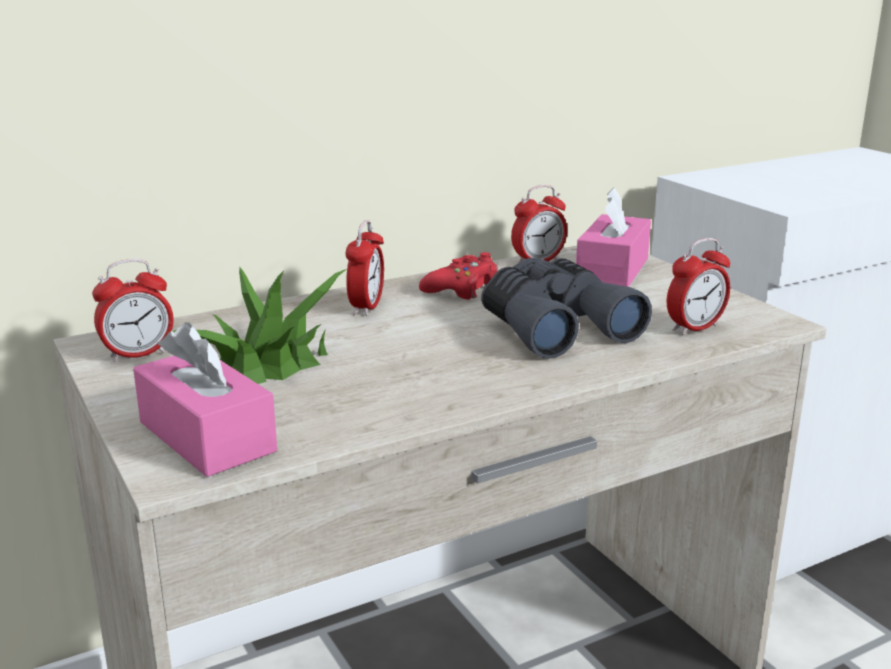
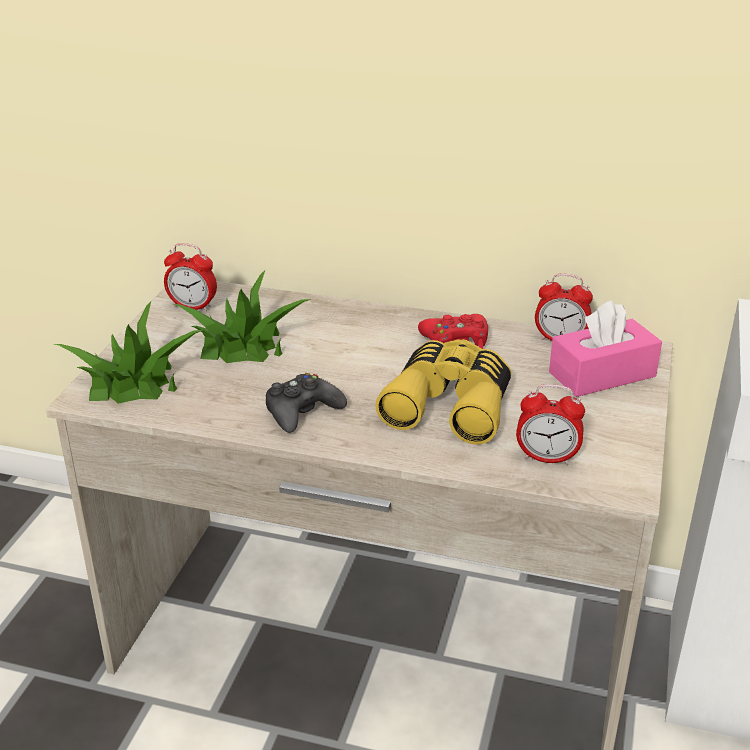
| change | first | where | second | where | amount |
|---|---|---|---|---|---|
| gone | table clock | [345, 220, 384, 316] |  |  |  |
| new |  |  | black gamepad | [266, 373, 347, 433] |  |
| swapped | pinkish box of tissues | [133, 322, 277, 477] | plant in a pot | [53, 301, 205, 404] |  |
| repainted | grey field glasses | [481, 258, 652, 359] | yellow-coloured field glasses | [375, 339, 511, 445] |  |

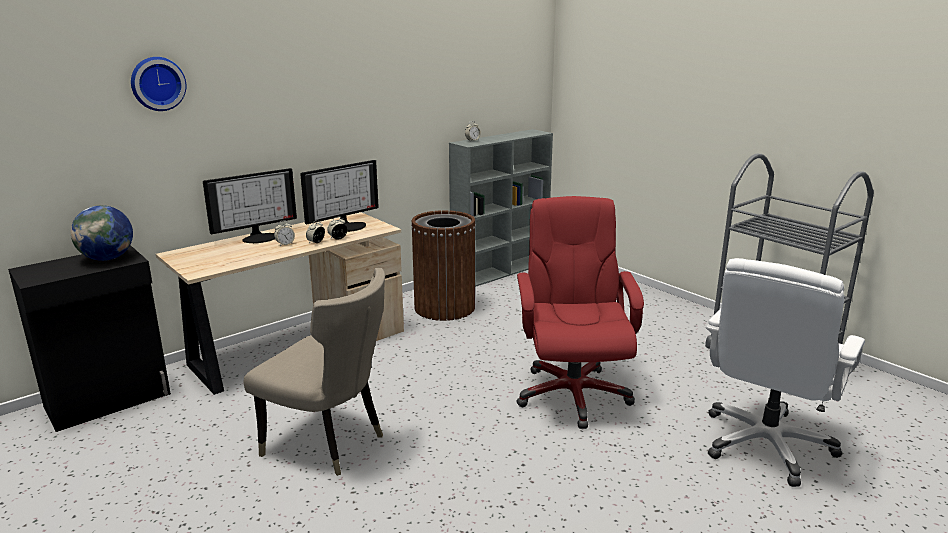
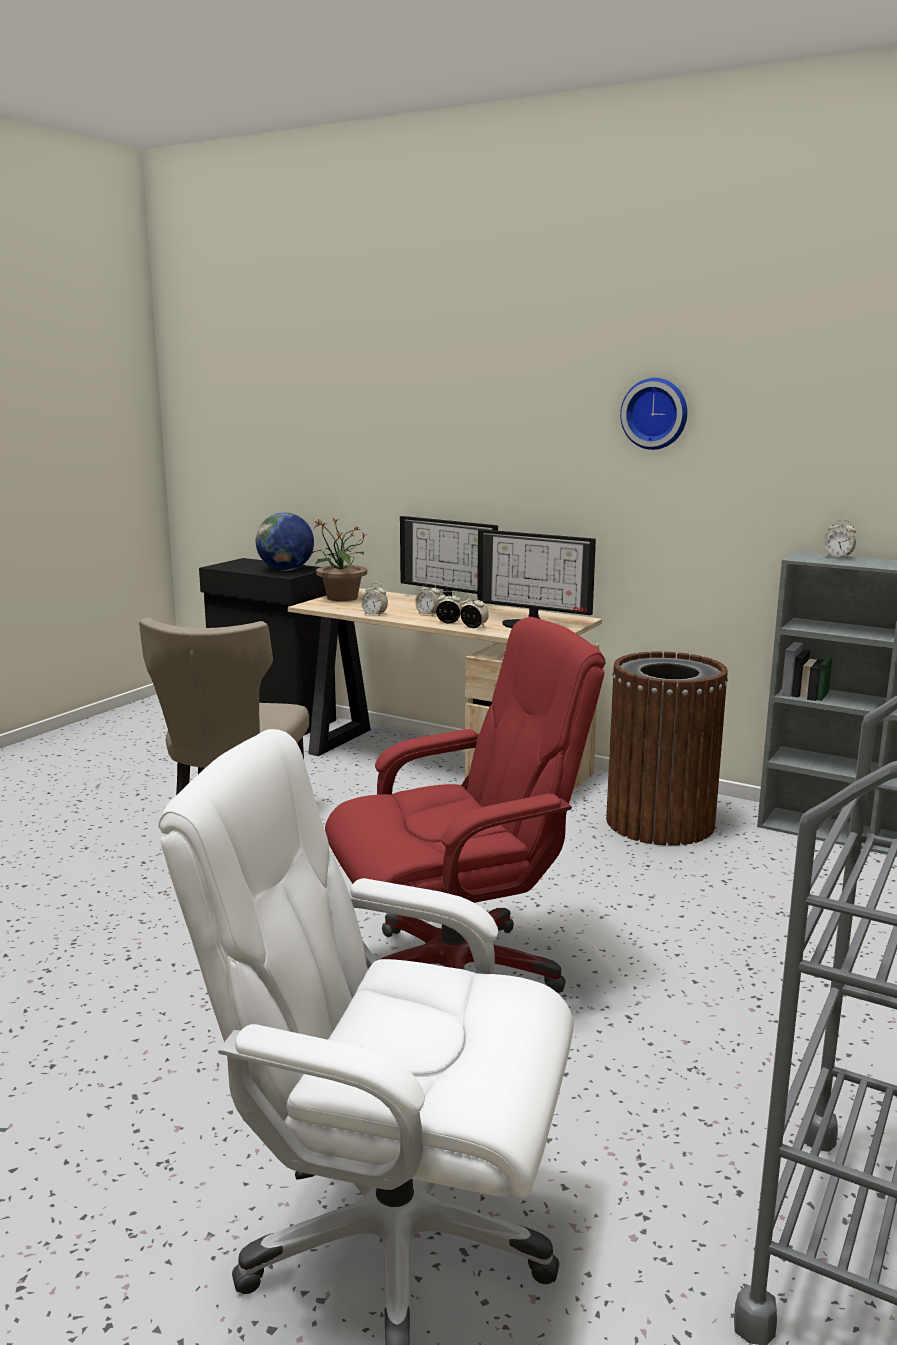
| change | first | where | second | where | amount |
|---|---|---|---|---|---|
| new |  |  | plant in a pot | [311, 518, 367, 601] |  |
| new |  |  | table clock | [361, 582, 388, 616] |  |
| shifted | wall clock | [131, 57, 186, 111] |  | [620, 378, 687, 450] |  |

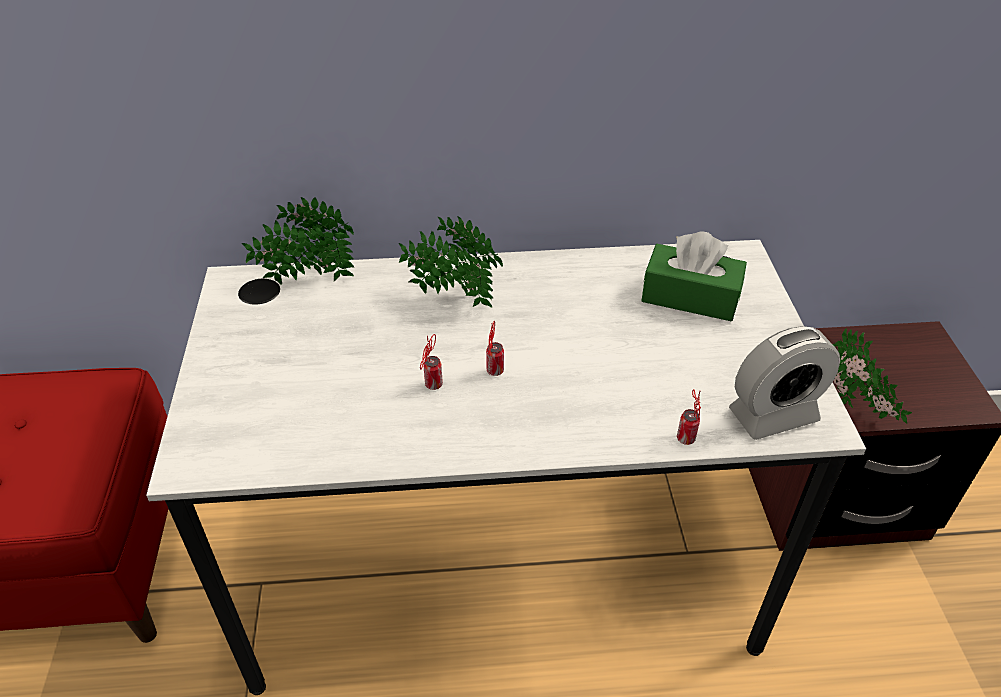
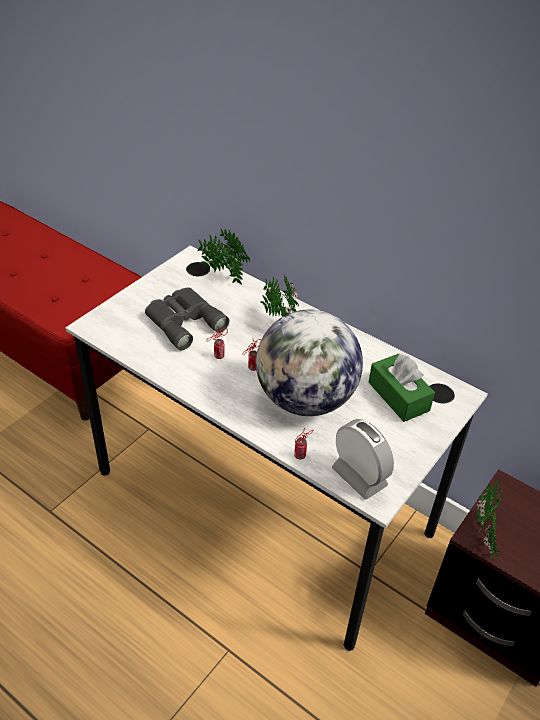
| change | first | where | second | where | amount |
|---|---|---|---|---|---|
| new |  |  | grey field glasses | [145, 288, 229, 350] |  |
| new |  |  | world globe | [256, 309, 363, 416] |  |
| rotated | table clock | [729, 326, 840, 440] |  | [332, 419, 394, 500] | 150 degrees counterclockwise |

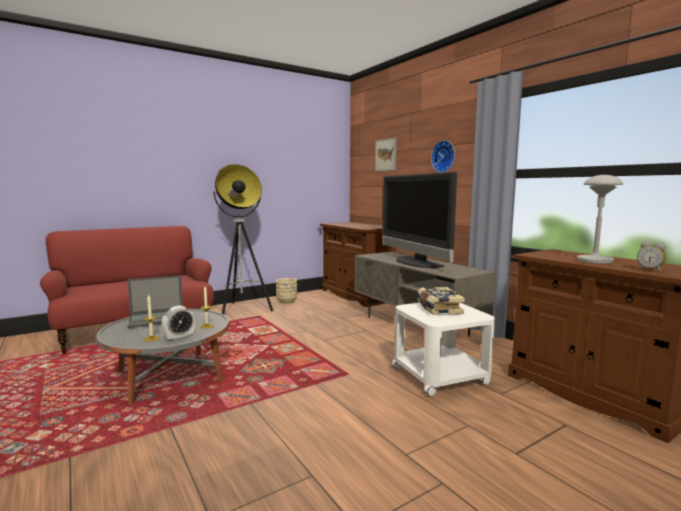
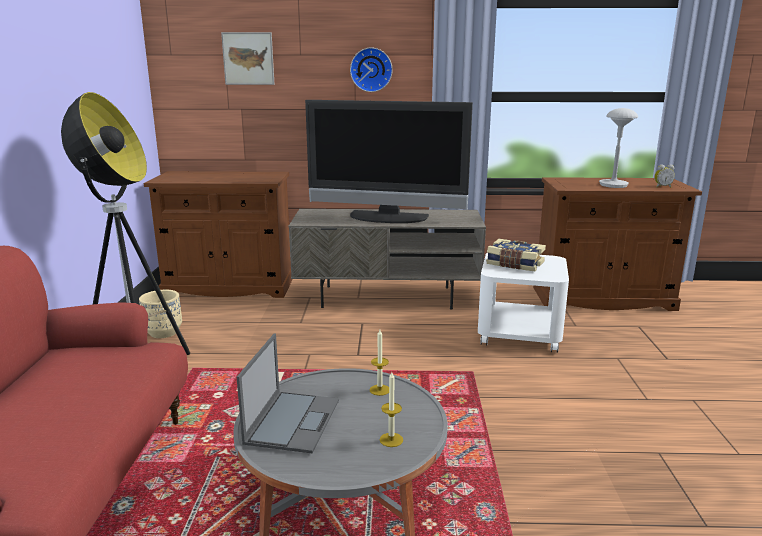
| change | first | where | second | where | amount |
|---|---|---|---|---|---|
| gone | table clock | [162, 306, 195, 342] |  |  |  |

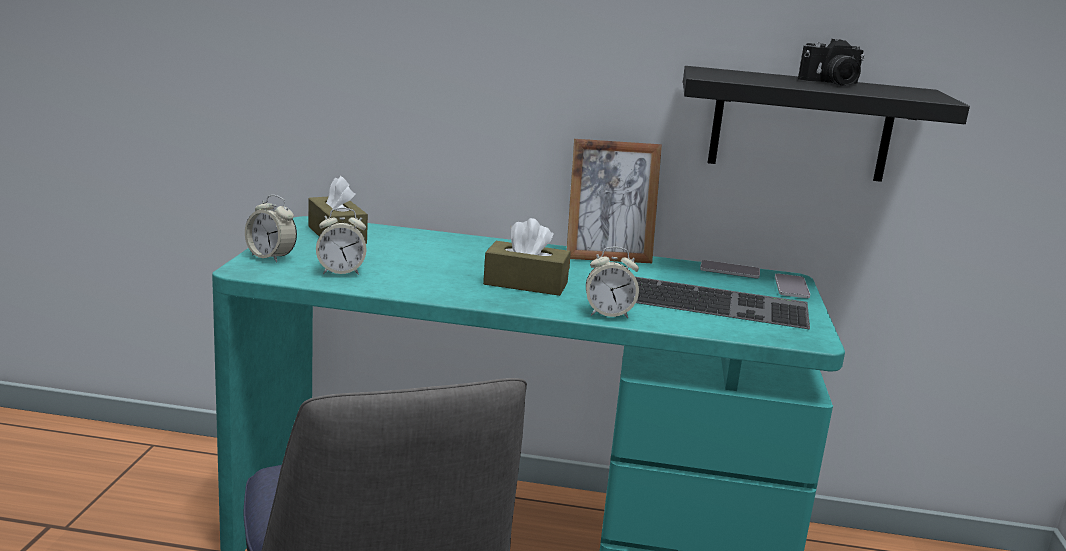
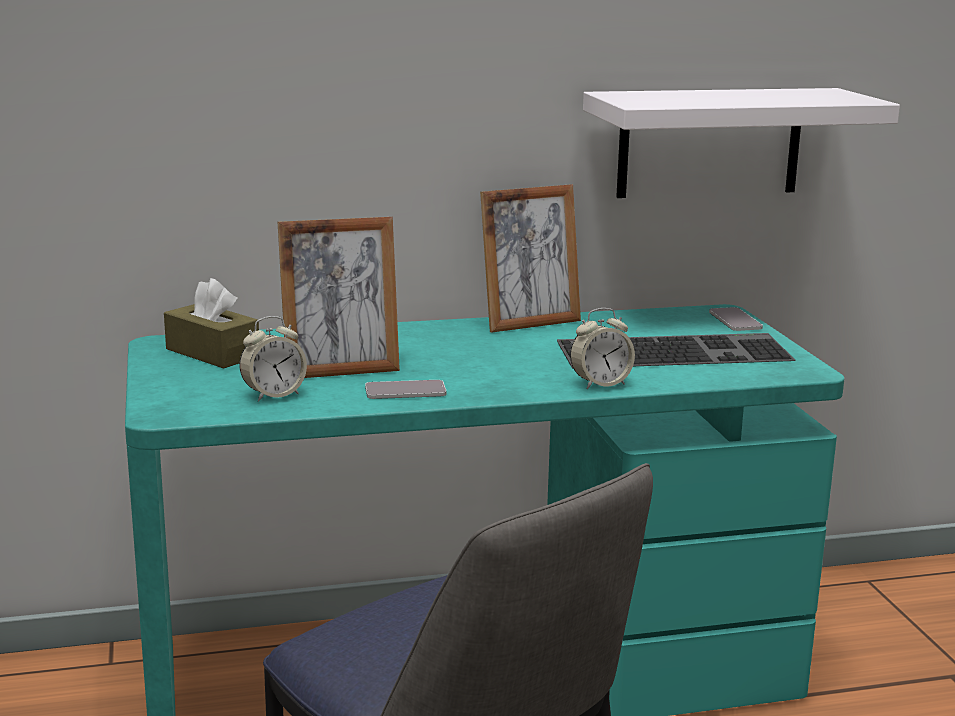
| change | first | where | second | where | amount |
|---|---|---|---|---|---|
| gone | table clock | [245, 195, 297, 262] |  |  |  |
| gone | brown-coloured box of tissues | [483, 218, 571, 296] |  |  |  |
| gone | photo camera | [798, 39, 864, 86] |  |  |  |
| new |  |  | standing frame | [278, 217, 400, 378] |  |
| shifted | handset | [700, 260, 760, 278] |  | [365, 380, 446, 399] |  |
| repainted | black bracket shelf | [683, 66, 970, 182] | whitish bracket shelf | [583, 88, 900, 198] |  |

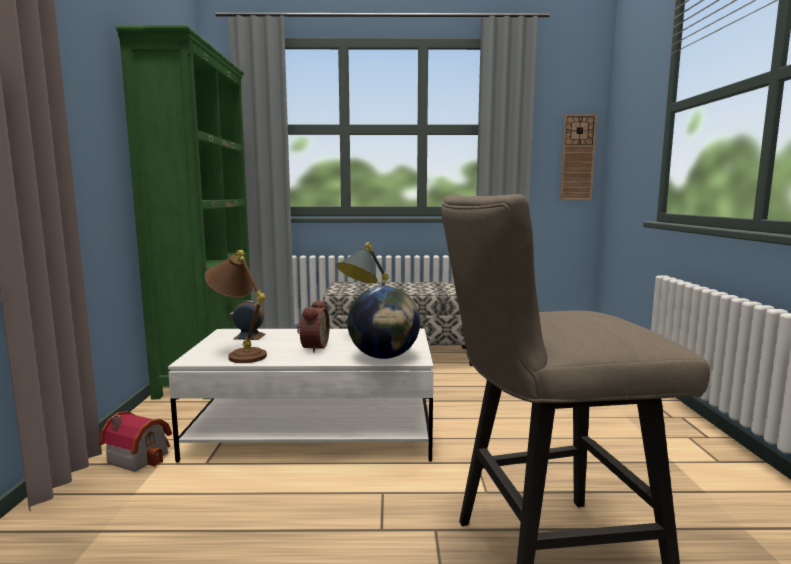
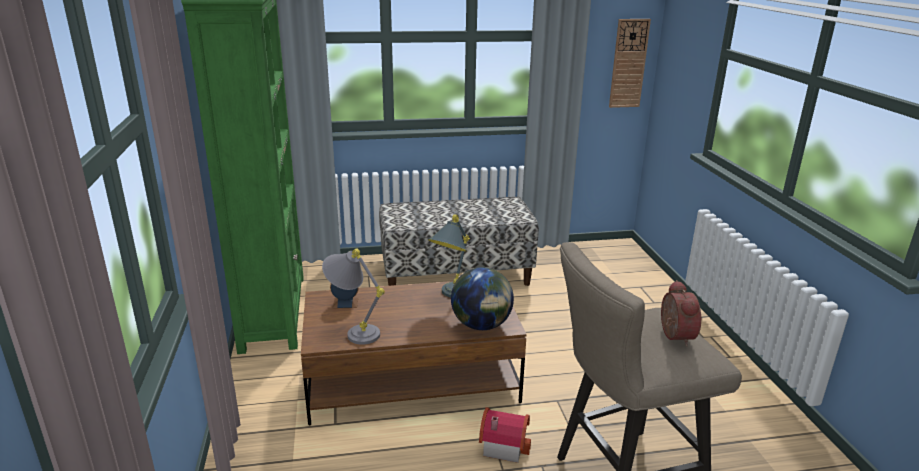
| change | first | where | second | where | amount |
|---|---|---|---|---|---|
| shifted | miniature house | [99, 411, 172, 472] |  | [479, 407, 531, 463] |  |
| shifted | table clock | [297, 300, 330, 353] |  | [661, 280, 701, 347] |  |
| repainted | whitish low table | [168, 329, 433, 463] | brown-coloured low table | [301, 281, 527, 425] |  |
| repainted | brown-coloured tabletop lamp | [205, 250, 267, 363] | grey tabletop lamp | [322, 248, 385, 345] |  |

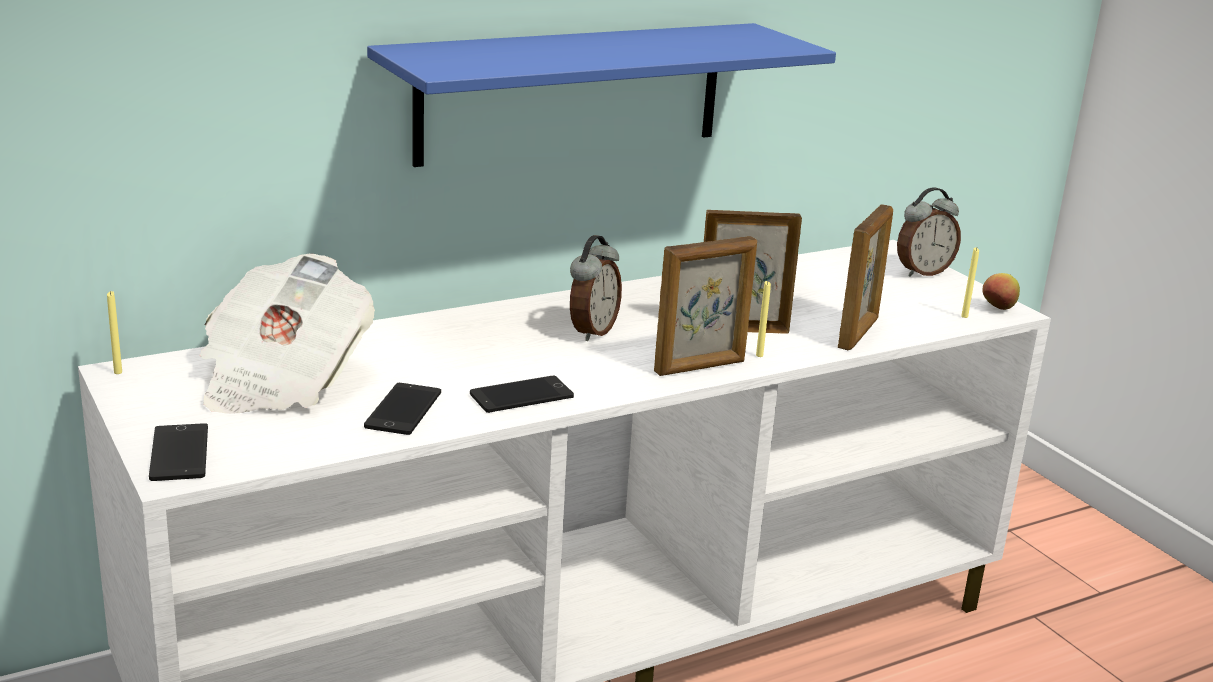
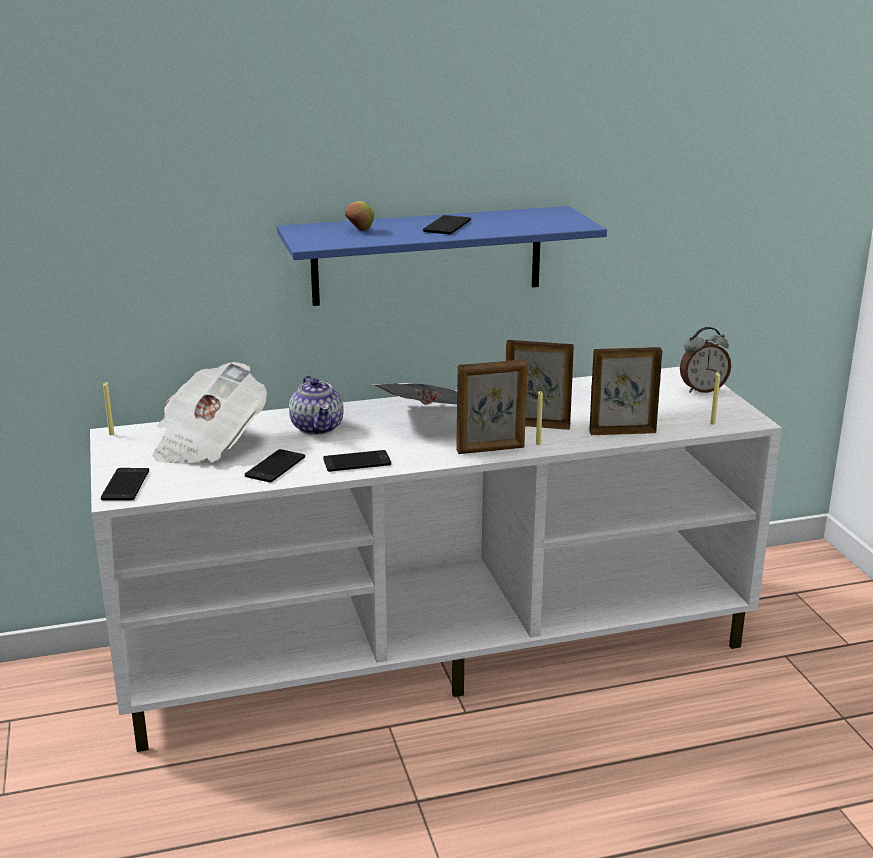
| change | first | where | second | where | amount |
|---|---|---|---|---|---|
| new |  |  | tea pot | [289, 376, 344, 435] |  |
| new |  |  | handset | [423, 215, 471, 234] |  |
| shifted | apple | [983, 273, 1020, 310] |  | [345, 201, 374, 231] |  |
| swapped | table clock | [570, 235, 622, 341] | daily paper | [370, 383, 457, 405] |  |
| rotated | standing frame | [838, 204, 893, 350] |  | [589, 347, 662, 435] | 135 degrees counterclockwise |

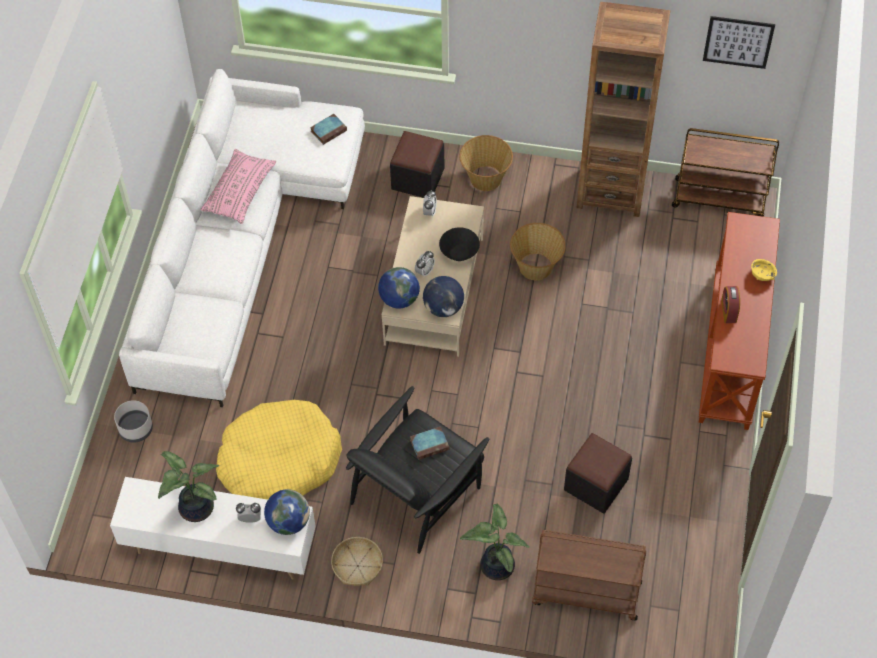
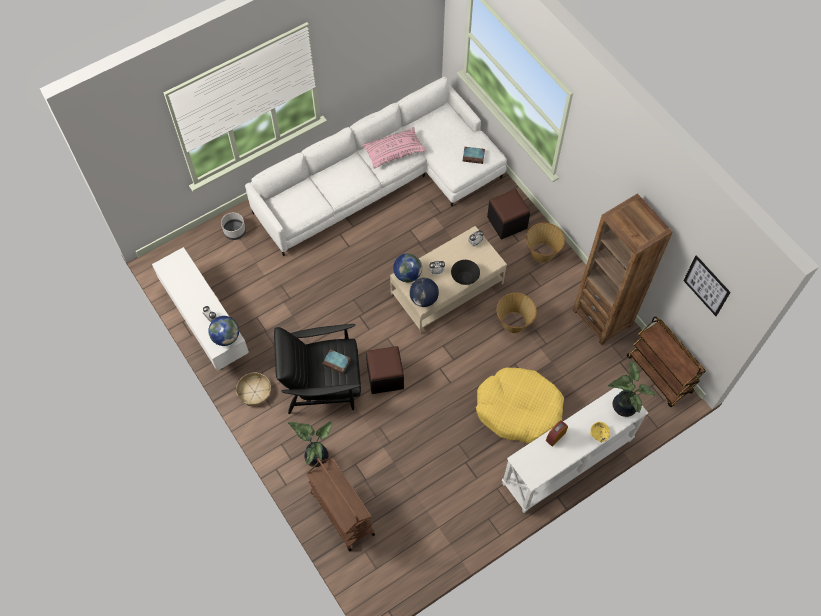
| change | first | where | second | where | amount |
|---|---|---|---|---|---|
| shifted | plant in a pot | [158, 451, 219, 522] |  | [608, 362, 657, 417] |  |
| shifted | yellow-coloured dog cushion | [216, 400, 342, 500] |  | [476, 368, 564, 443] |  |
| shifted | black ottoman | [564, 433, 632, 513] |  | [366, 346, 404, 394] |  |
| repainted | brown-coloured console table | [699, 212, 780, 430] | whitish console table | [502, 388, 648, 513] |  |

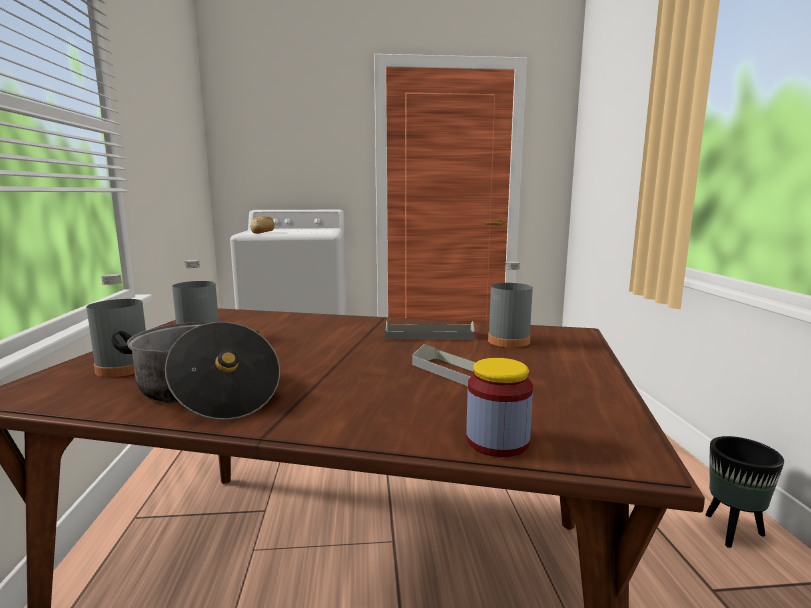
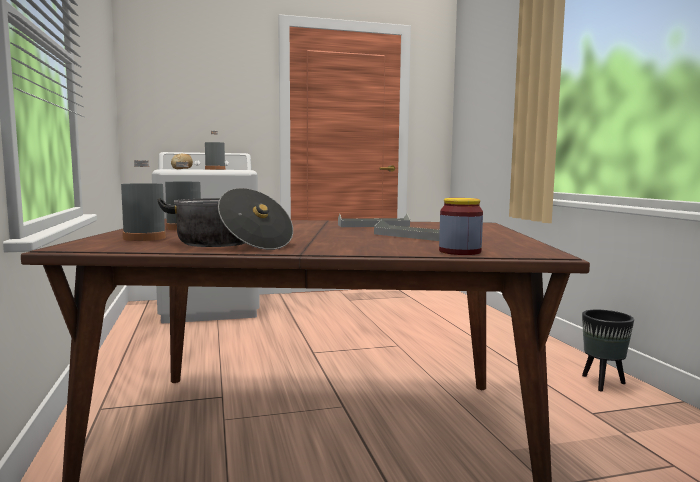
| change | first | where | second | where | amount |
|---|---|---|---|---|---|
| shifted | grey drink bottle | [488, 261, 533, 348] |  | [205, 131, 225, 170] |  |

